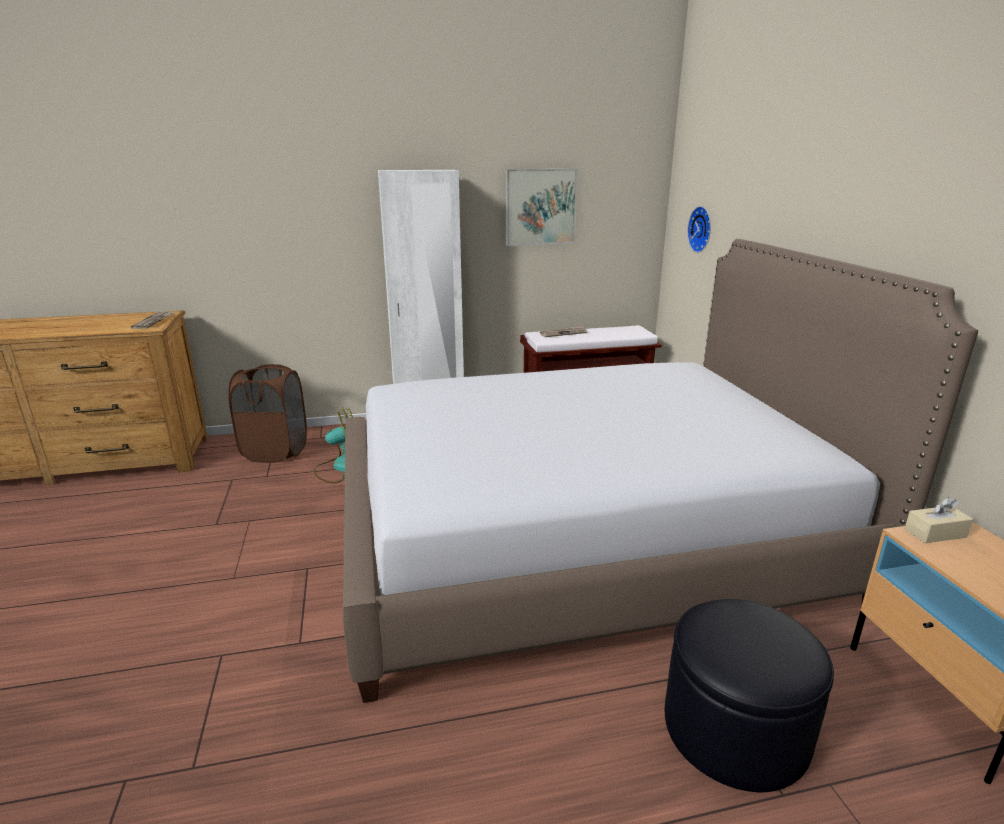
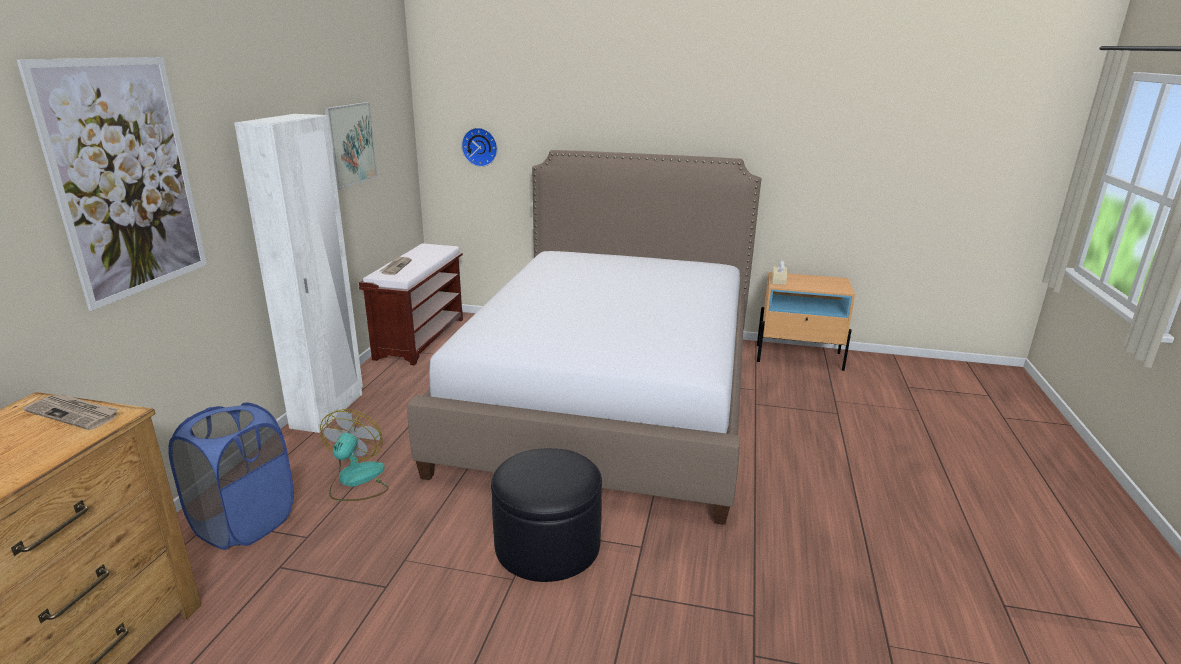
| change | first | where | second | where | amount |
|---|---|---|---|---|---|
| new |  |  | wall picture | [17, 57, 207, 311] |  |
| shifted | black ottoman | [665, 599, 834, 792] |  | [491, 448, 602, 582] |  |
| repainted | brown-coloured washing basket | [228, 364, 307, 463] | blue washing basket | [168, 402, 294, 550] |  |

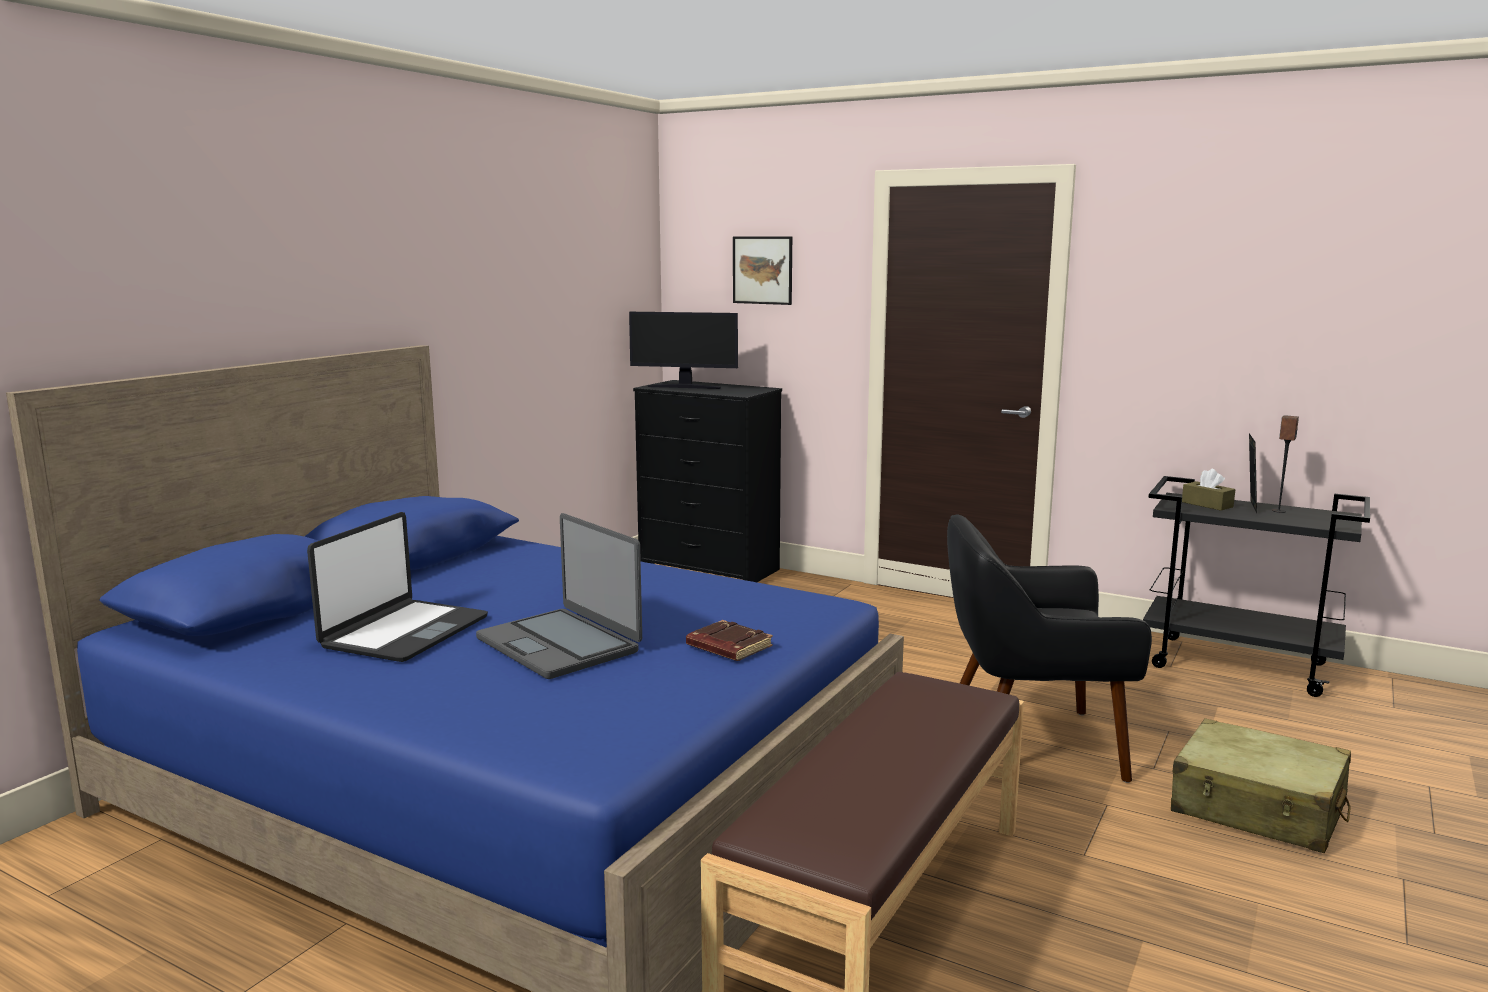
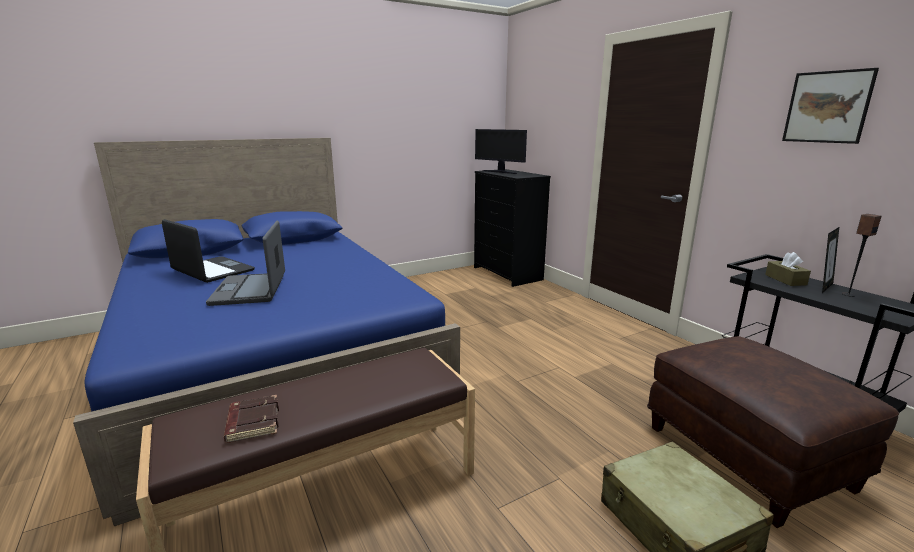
| change | first | where | second | where | amount |
|---|---|---|---|---|---|
| gone | black lounge chair | [947, 514, 1152, 783] |  |  |  |
| new |  |  | brown-coloured ottoman | [647, 336, 899, 528] |  |
| shifted | brown-coloured volume | [686, 620, 773, 661] |  | [224, 395, 279, 443] |  |
| shifted | wall picture | [733, 237, 792, 305] |  | [782, 68, 879, 144] |  |
| rotated | laptop | [307, 512, 488, 662] |  | [162, 219, 255, 283] | 105 degrees counterclockwise |

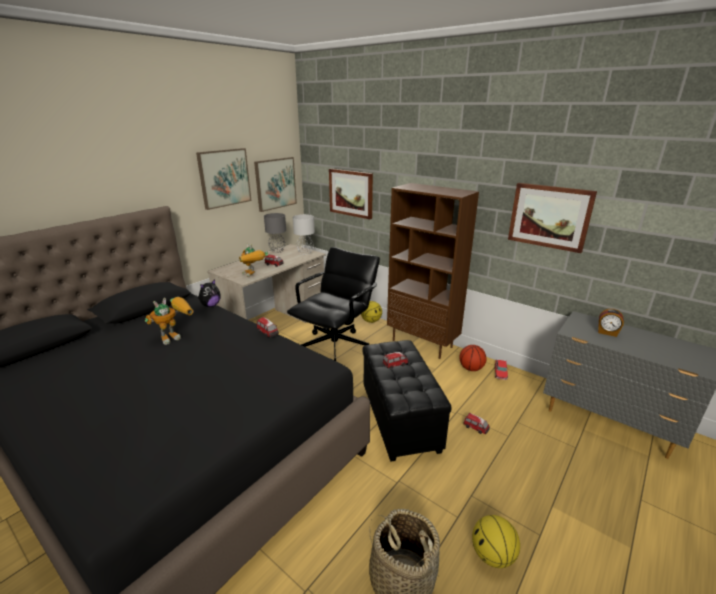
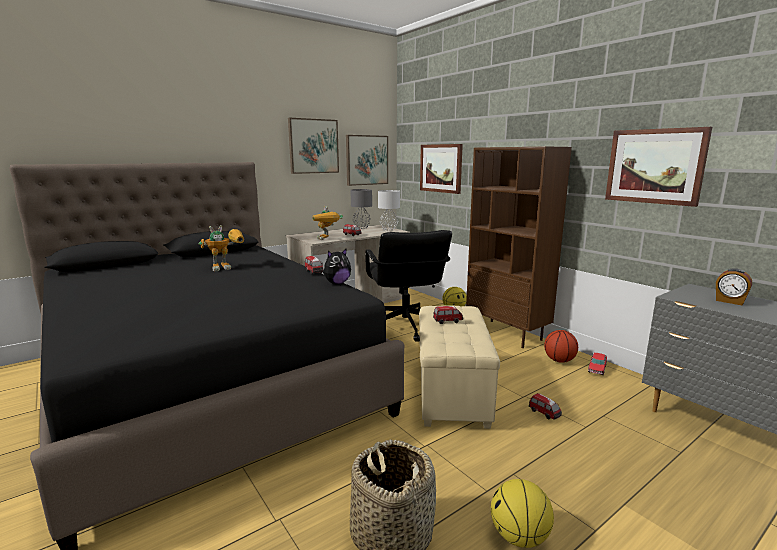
| change | first | where | second | where | amount |
|---|---|---|---|---|---|
| shifted | plush toy | [198, 279, 221, 307] |  | [322, 248, 351, 284] |  |
| repainted | black ottoman | [362, 340, 451, 462] | beige ottoman | [419, 306, 500, 429] |  |
| rotated | black desk chair | [287, 247, 380, 361] |  | [365, 230, 452, 342] | 120 degrees clockwise |

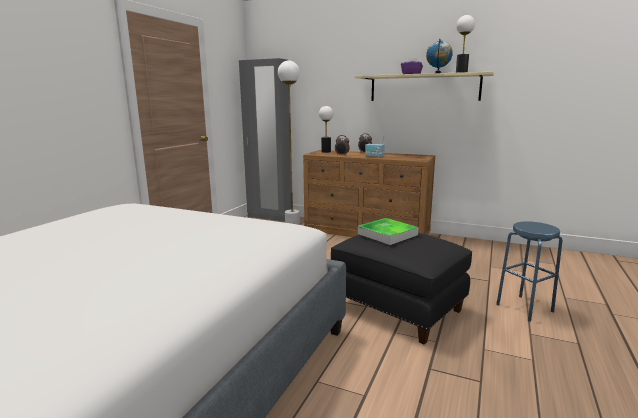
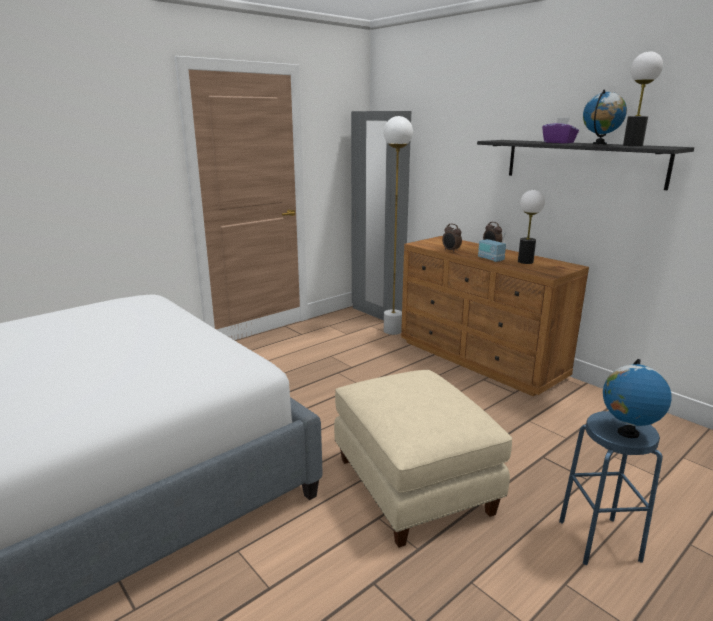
| change | first | where | second | where | amount |
|---|---|---|---|---|---|
| gone | tray | [357, 218, 419, 245] |  |  |  |
| new |  |  | world globe | [603, 359, 672, 438] |  |
| shifted | tabletop lamp | [319, 106, 333, 153] |  | [518, 190, 545, 264] |  |
| repainted | black ottoman | [331, 233, 472, 345] | beige ottoman | [334, 370, 513, 548] |  |
| repainted | beige bracket shelf | [355, 72, 494, 101] | black bracket shelf | [477, 140, 694, 190] |  |

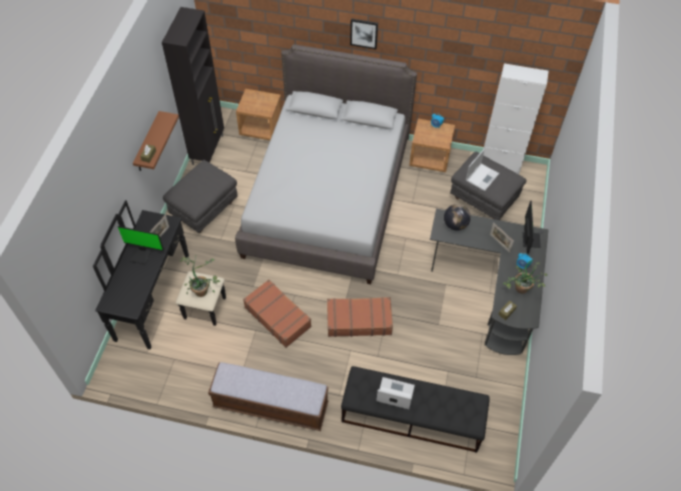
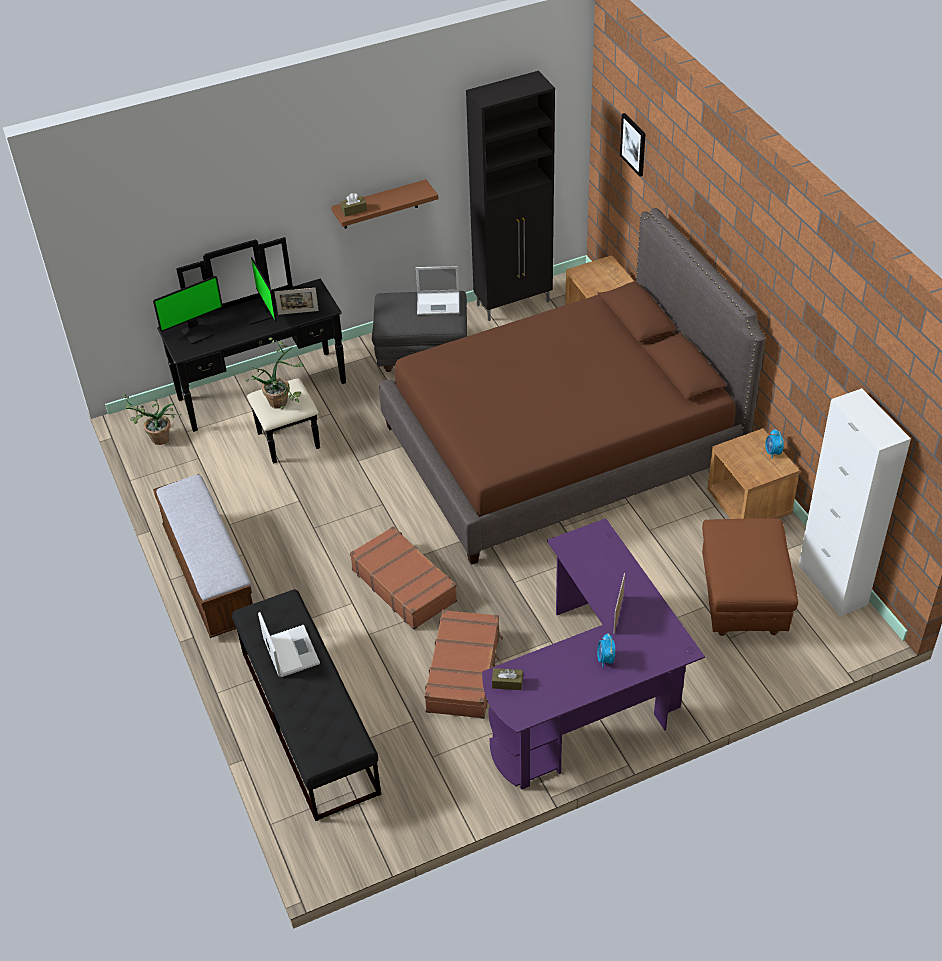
| change | first | where | second | where | amount |
|---|---|---|---|---|---|
| gone | world globe | [444, 204, 471, 231] |  |  |  |
| shifted | brown-coloured suitcase | [243, 279, 312, 348] |  | [424, 610, 503, 719] |  |
| shifted | wall picture | [350, 19, 378, 49] |  | [620, 113, 646, 176] |  |
| shifted | laptop | [466, 149, 499, 191] |  | [416, 266, 459, 315] |  |
| shifted | plant in a pot | [503, 260, 548, 294] |  | [123, 394, 181, 445] |  |
| shifted | computer display | [523, 200, 541, 254] |  | [153, 276, 223, 344] |  |
| repainted | grey sleeping bed | [235, 44, 417, 284] | brown-coloured sleeping bed | [379, 208, 765, 565] |  |
| repainted | black desk table | [430, 208, 549, 355] | purple desk table | [482, 518, 705, 790] |  |
| repainted | grey ottoman | [450, 152, 527, 220] | brown-coloured ottoman | [702, 518, 798, 636] |  |

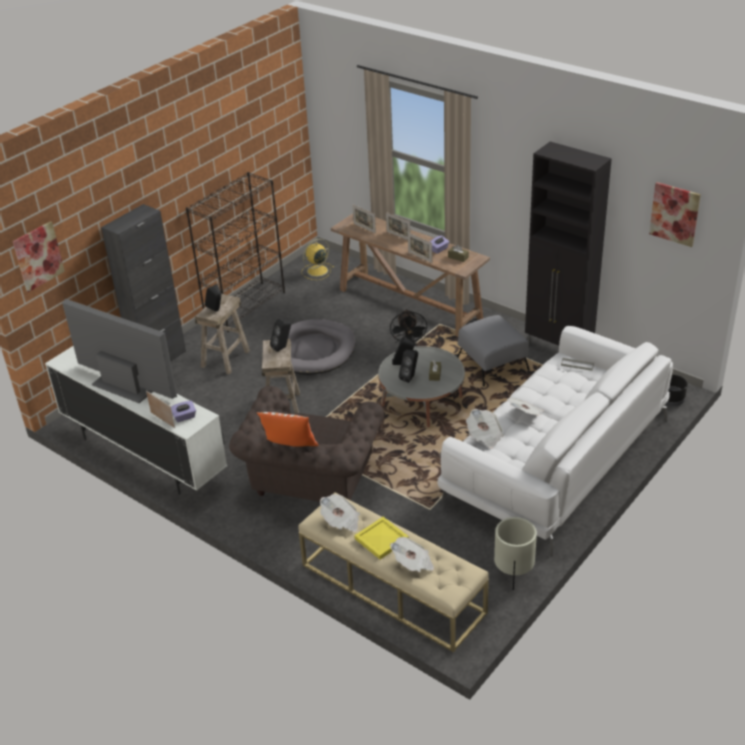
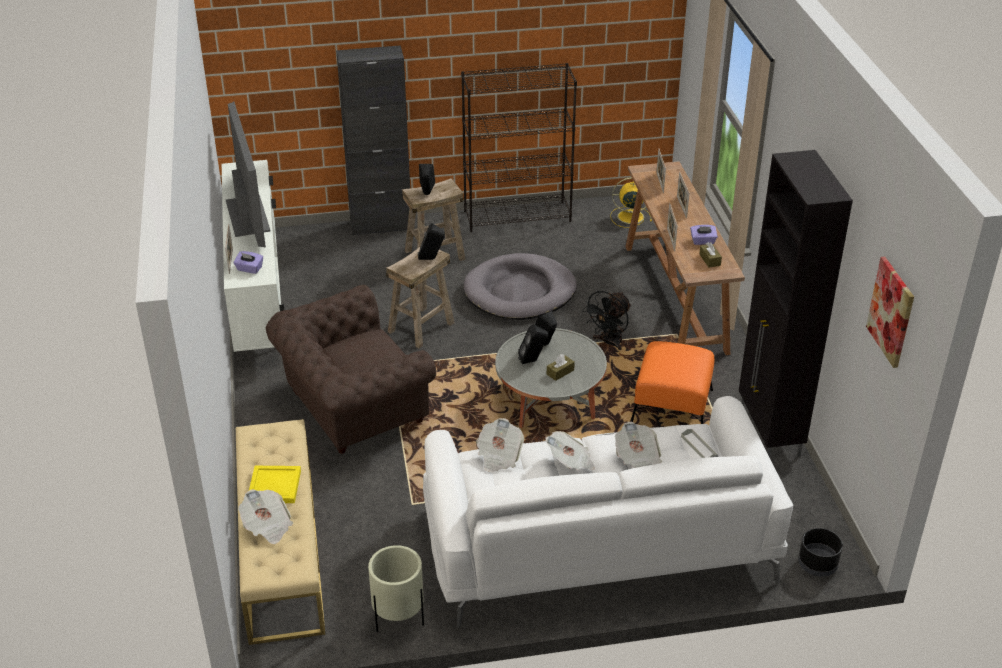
| change | first | where | second | where | amount |
|---|---|---|---|---|---|
| gone | wall picture | [12, 221, 65, 292] |  |  |  |
| gone | pillow | [257, 412, 318, 447] |  |  |  |
| shifted | daily paper | [320, 494, 360, 532] |  | [615, 422, 662, 468] |  |
| repainted | grey ottoman | [457, 315, 530, 386] | orange-coloured ottoman | [630, 341, 714, 424] |  |

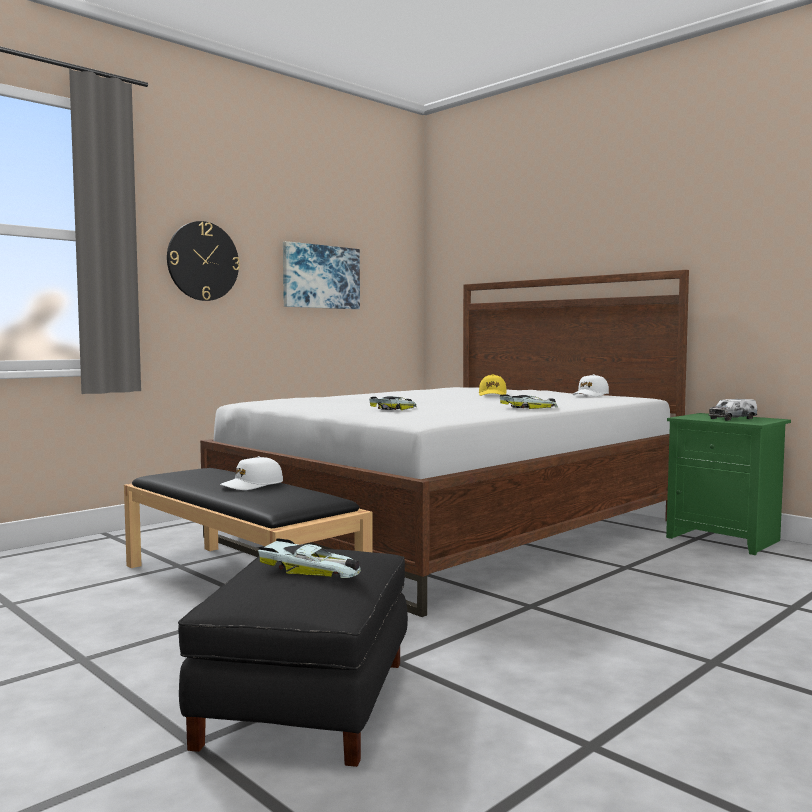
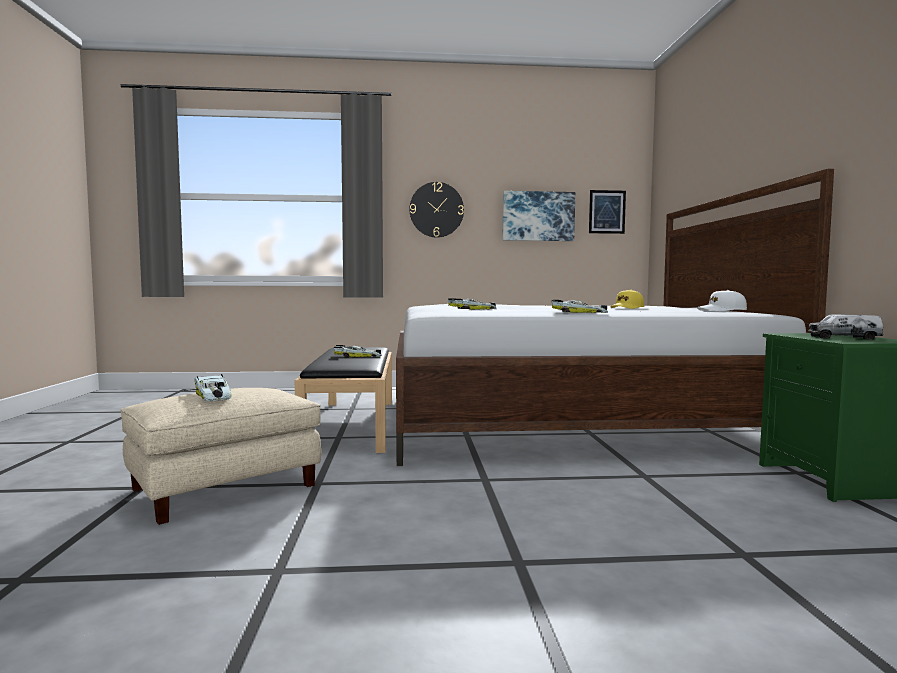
| change | first | where | second | where | amount |
|---|---|---|---|---|---|
| new |  |  | wall picture | [589, 190, 626, 234] |  |
| swapped | whitish peaked cap | [220, 456, 283, 490] | toy car | [334, 345, 382, 357] |  |
| repainted | black ottoman | [178, 549, 408, 767] | beige ottoman | [121, 388, 321, 525] |  |

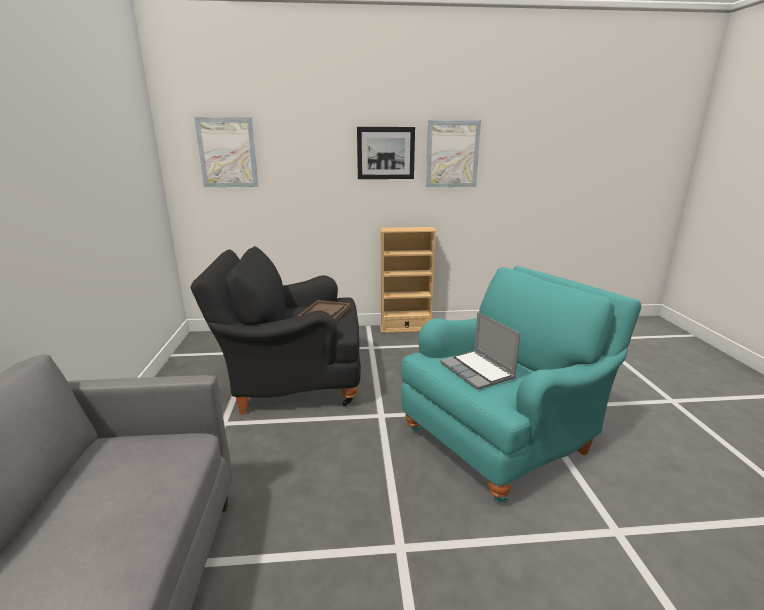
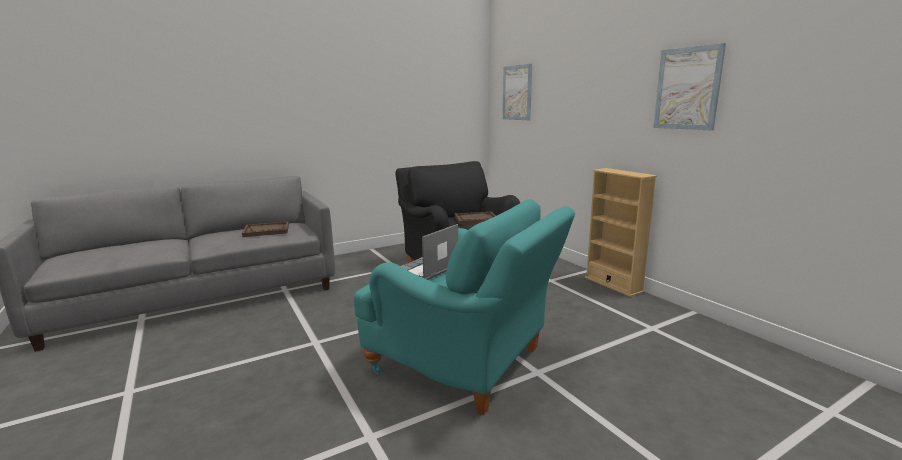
| change | first | where | second | where | amount |
|---|---|---|---|---|---|
| gone | wall picture | [357, 127, 415, 179] |  |  |  |
| new |  |  | brown-coloured tray | [242, 222, 289, 237] |  |

